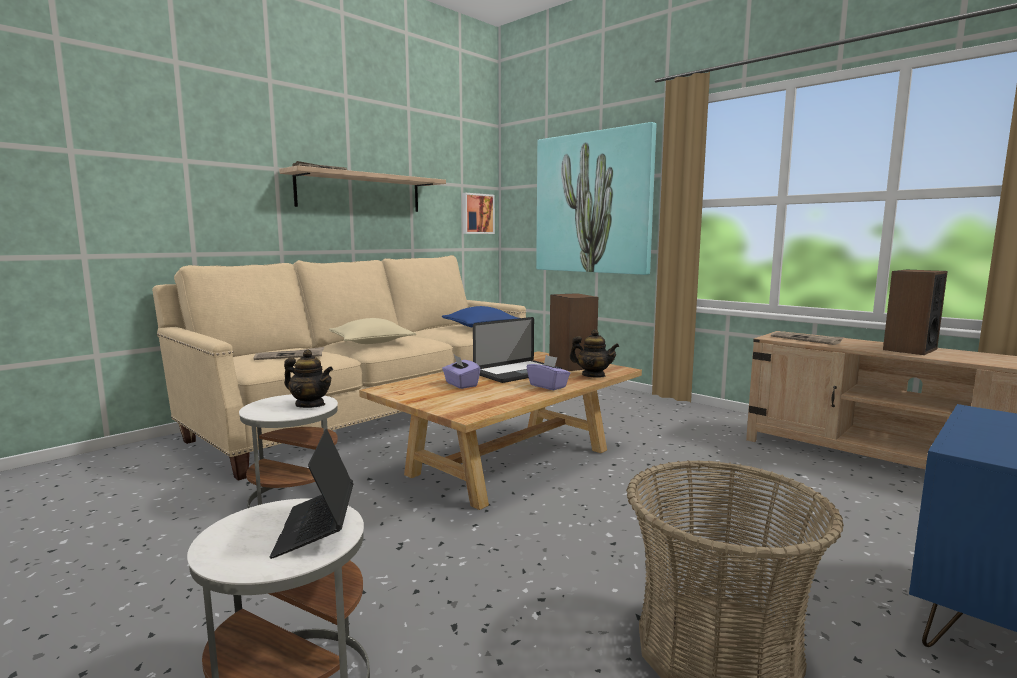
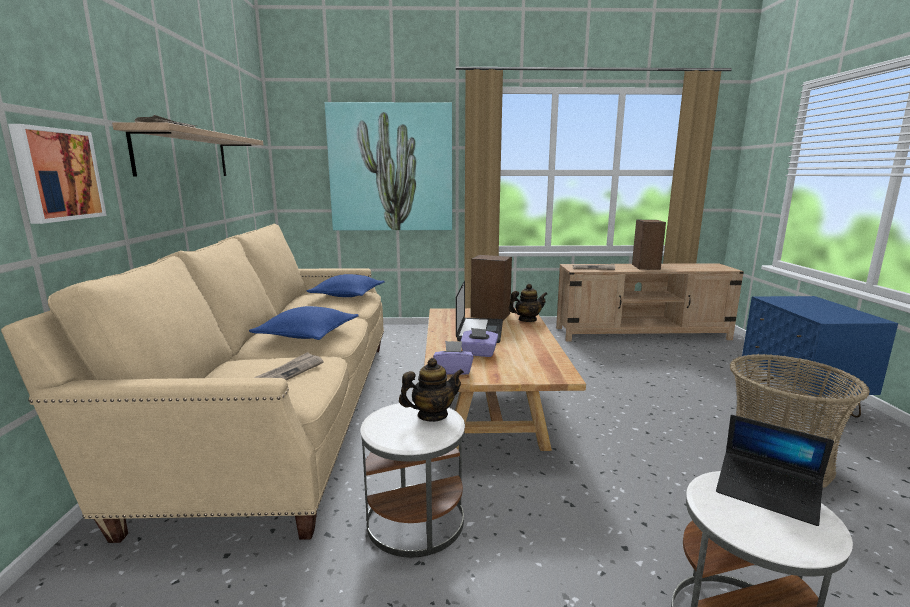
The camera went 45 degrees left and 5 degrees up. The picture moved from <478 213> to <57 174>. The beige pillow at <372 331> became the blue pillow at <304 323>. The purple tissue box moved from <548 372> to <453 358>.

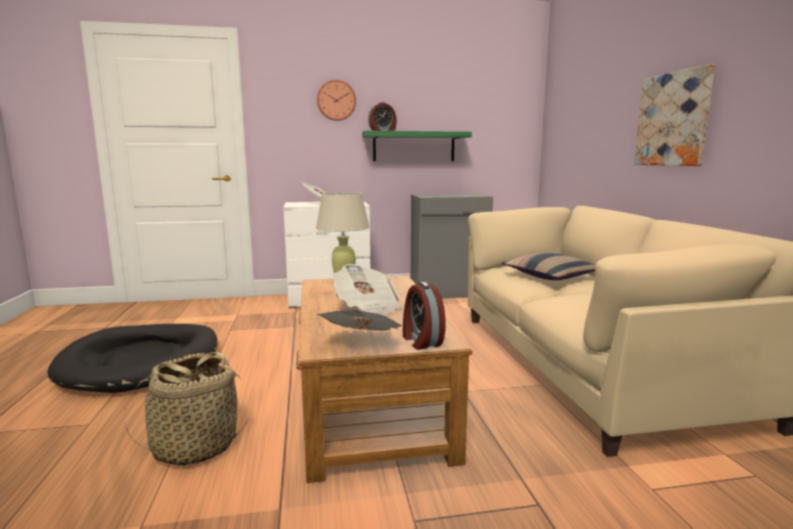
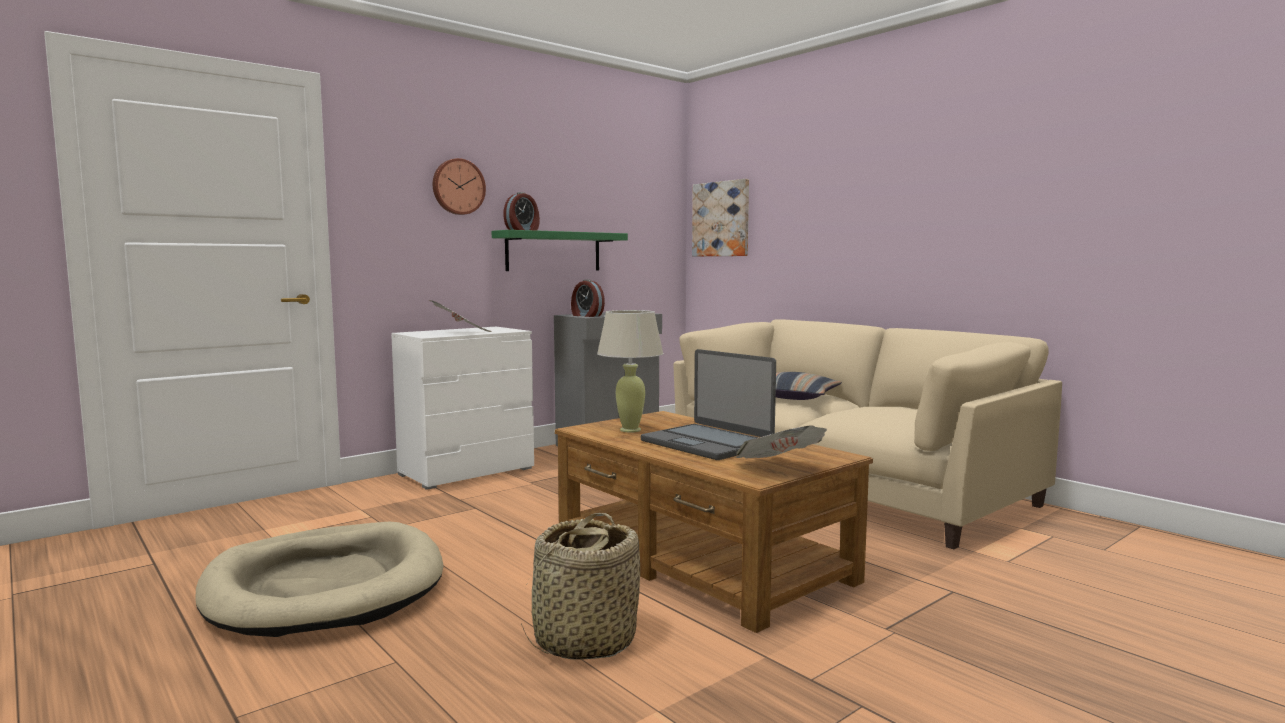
The camera went 30 degrees left and 5 degrees down. The picture moved from <674 115> to <720 217>. The newspaper at <367 290> was replaced by the laptop at <708 404>. The alarm clock moved from <424 316> to <588 298>. The black dog bed at <133 358> became the beige dog bed at <319 579>.

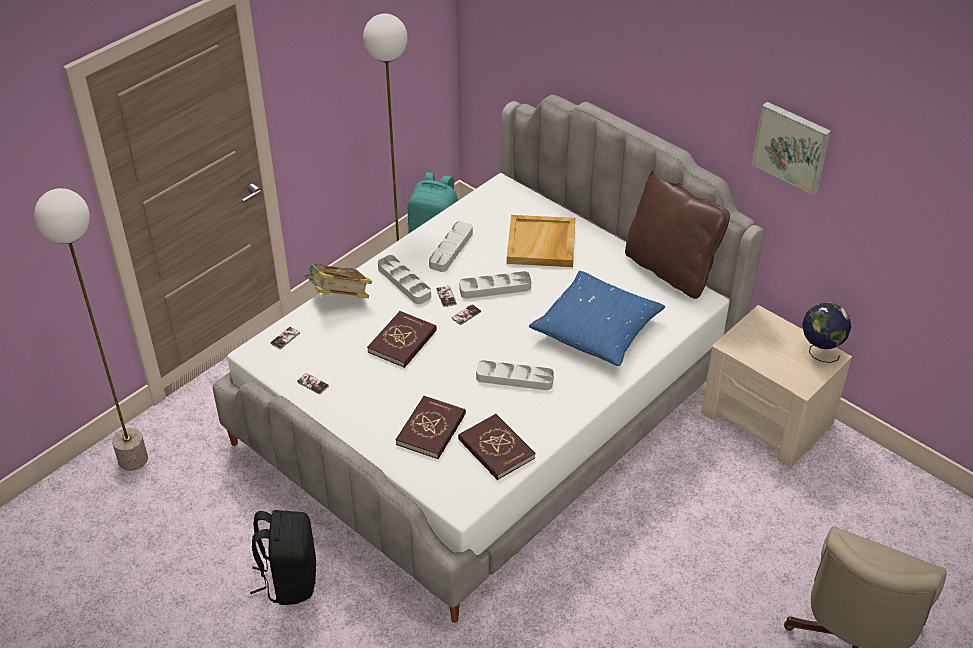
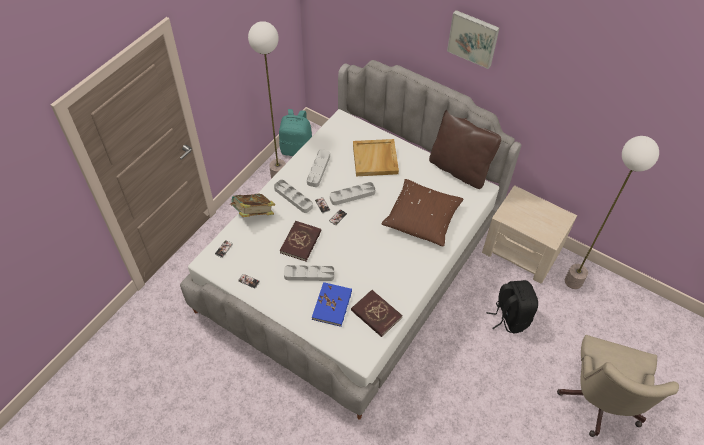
The camera went 10 degrees left and 10 degrees up. The picture moved from <791 148> to <473 39>. The floor lamp moved from <91 329> to <612 212>. The blue pillow at <597 318> became the brown pillow at <422 213>. The globe at <826 332> disappeared. The grey tray moved from <515 375> to <309 273>. The red book at <430 427> became the blue book at <332 304>. The black backpack moved from <283 557> to <512 306>.

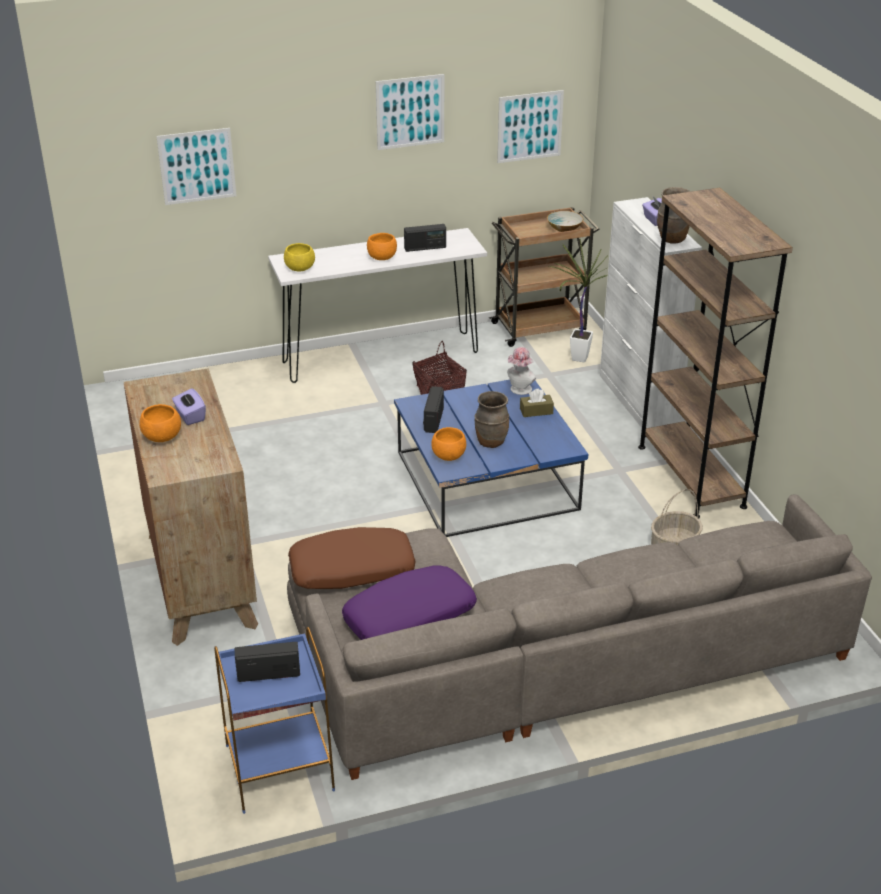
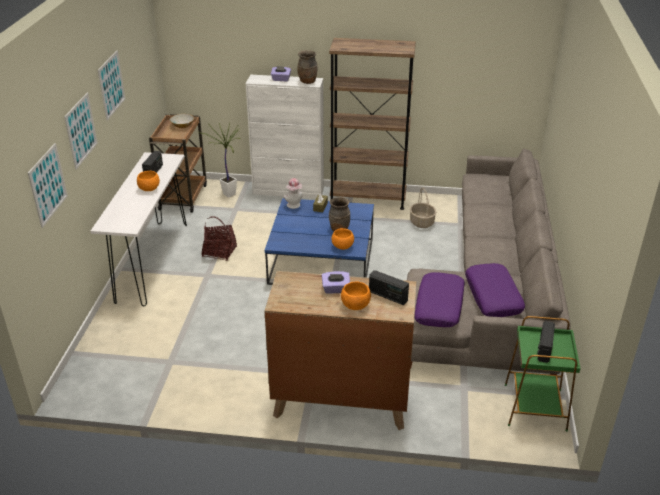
The camera went 65 degrees left and 0 degrees up. The picture moved from <530 126> to <81 131>. The yellow bowl at <299 257> disappeared. The radio moved from <433 409> to <389 287>. The brown pillow at <352 558> became the purple pillow at <439 299>. The blue side table at <274 720> became the green side table at <543 374>.

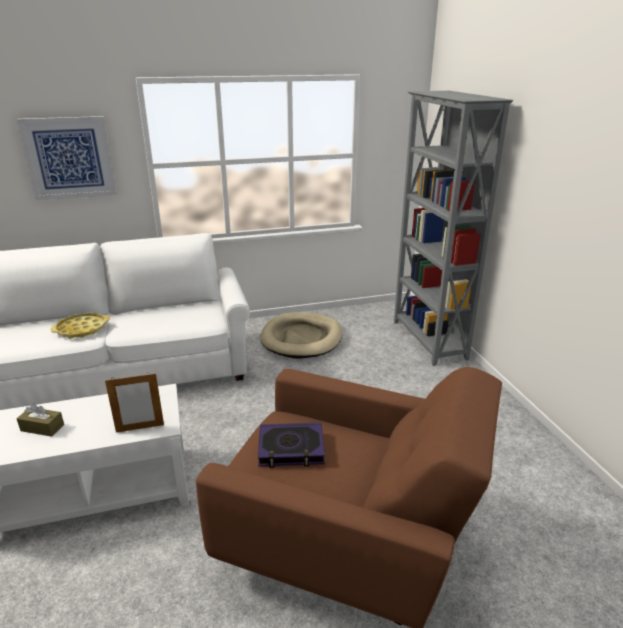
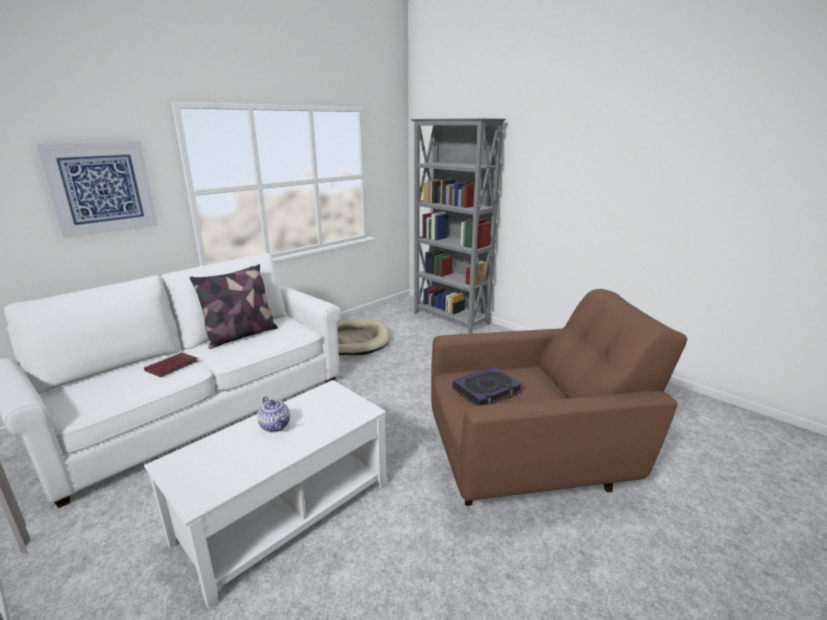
The camera went 30 degrees left and 5 degrees down. The yellow tray at <80 325> was replaced by the red book at <171 365>. The picture frame at <134 402> disappeared. The brown tissue box at <40 420> disappeared. The pillow at <234 306> appeared. The teapot at <273 414> appeared.

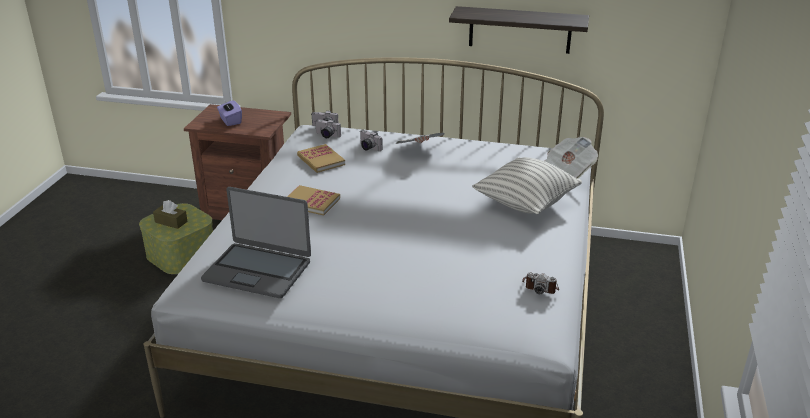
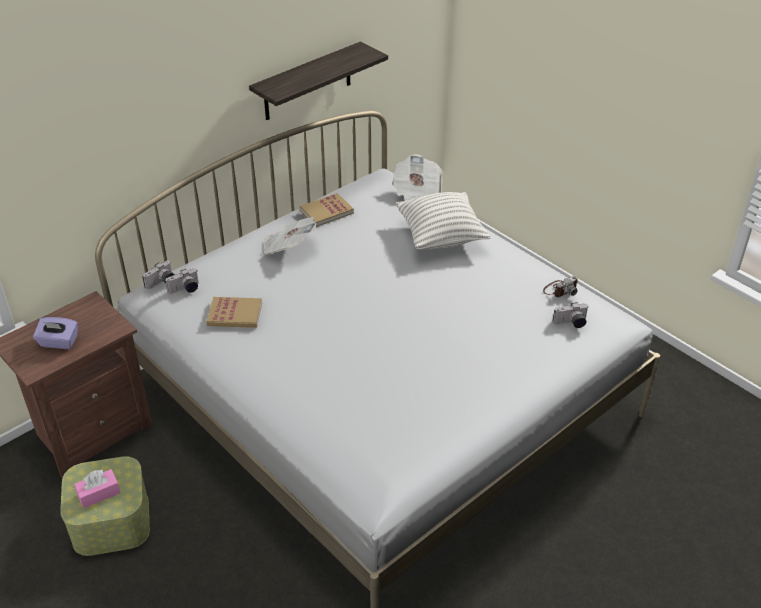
The camera went 55 degrees left and 10 degrees up. The photo camera moved from <371 140> to <571 315>. The book moved from <313 200> to <327 210>. The laptop at <256 242> disappeared. The brown tissue box at <170 214> became the pink tissue box at <97 488>.

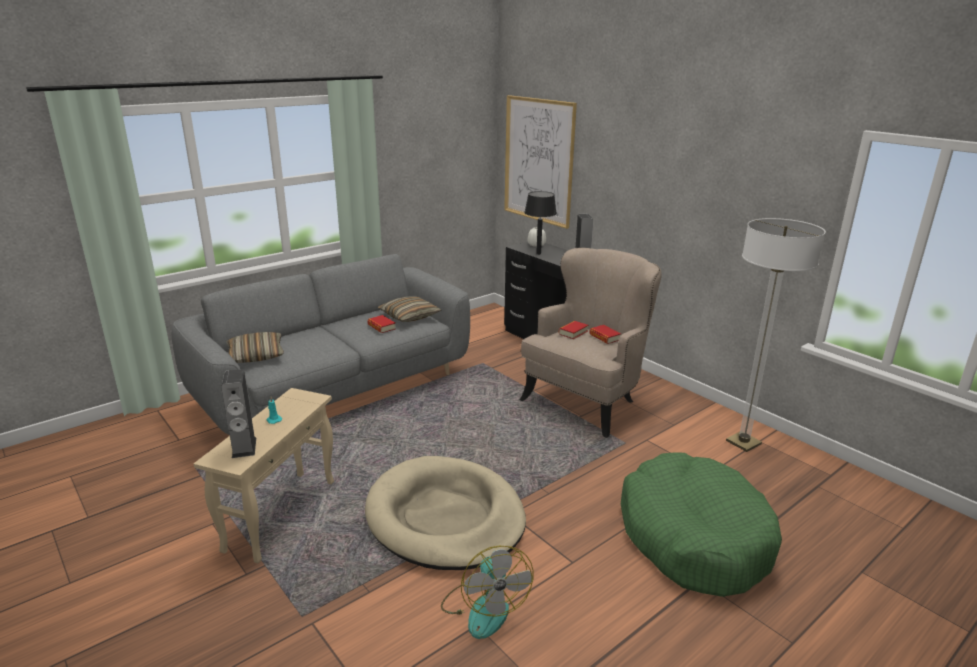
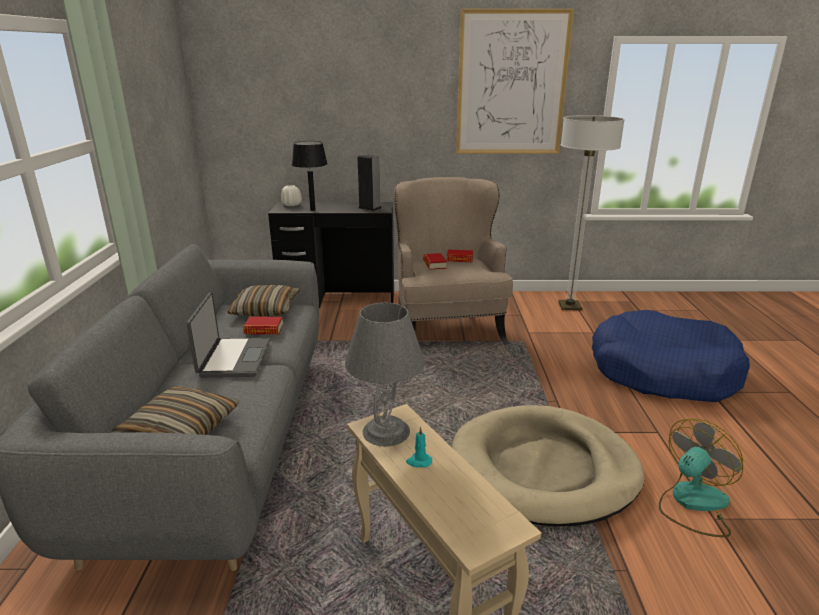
The camera went 50 degrees left and 0 degrees up. The picture moved from <540 162> to <515 81>. The speaker at <238 413> disappeared. The green dog bed at <701 524> became the blue dog bed at <671 356>. The fan at <487 592> turned 60 degrees counterclockwise. The laptop at <228 335> appeared. The grey table lamp at <385 374> appeared.

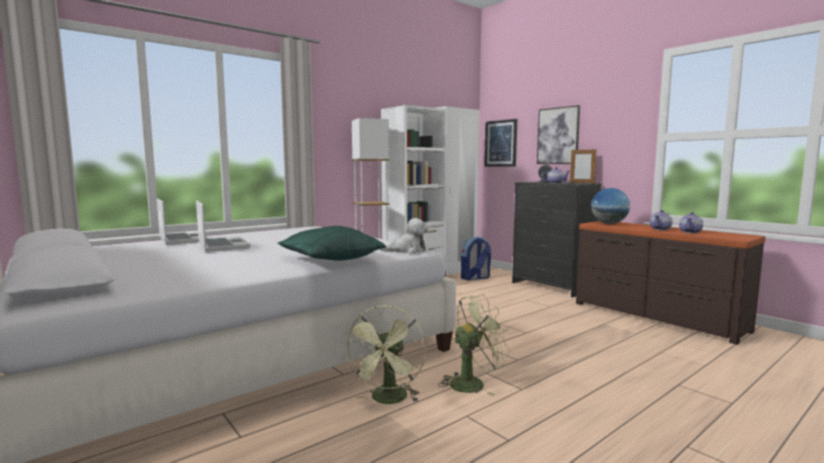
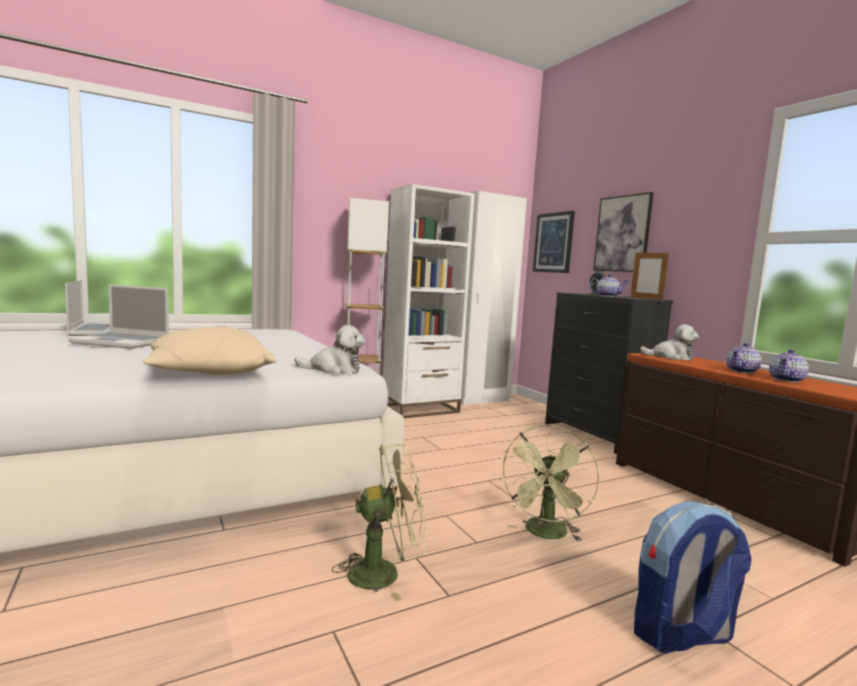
The camera went 10 degrees right and 0 degrees up. The globe at <610 206> was replaced by the plush toy at <669 342>. The laptop at <223 226> turned 120 degrees clockwise. The green pillow at <332 243> became the beige pillow at <209 350>. The backpack moved from <476 259> to <693 577>. The green fan moved from <385 354> to <549 483>.

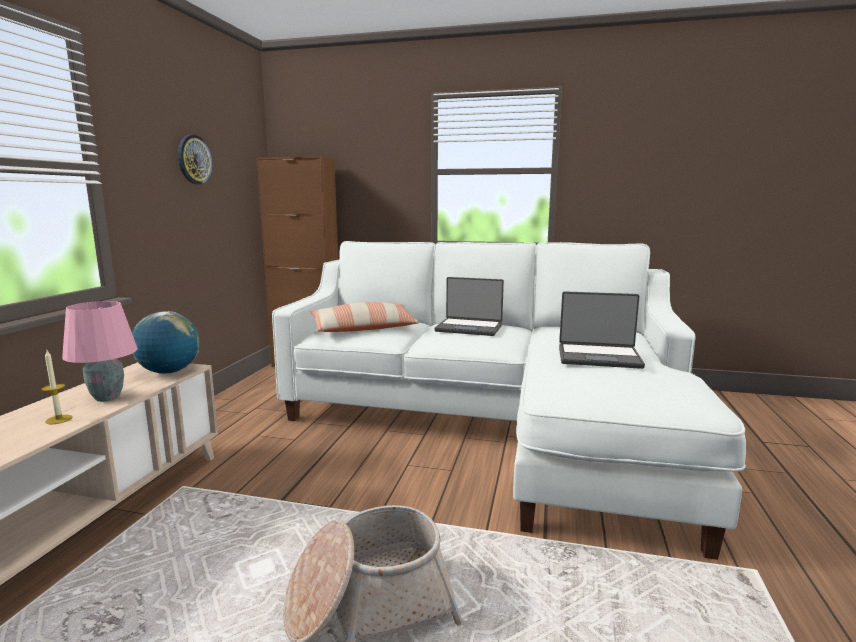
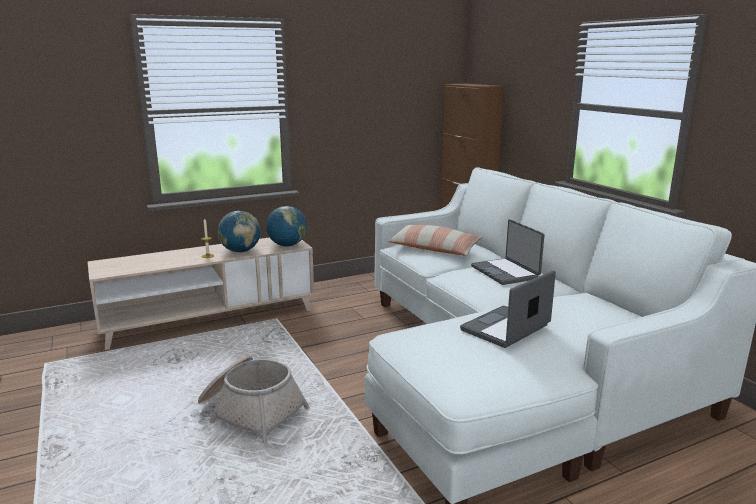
The camera went 50 degrees right and 5 degrees up. The wall clock at <195 159> disappeared. The laptop at <602 330> turned 75 degrees clockwise. The pink table lamp at <100 351> was replaced by the globe at <239 232>.

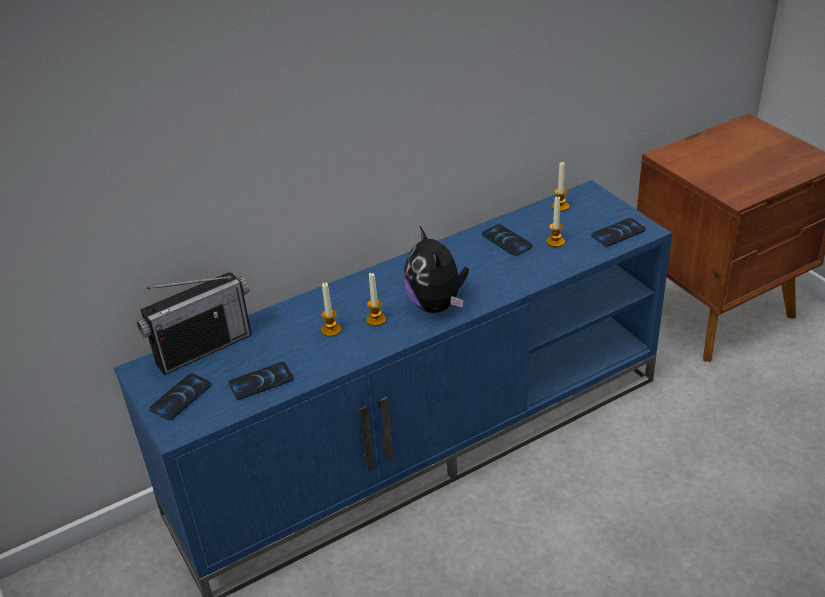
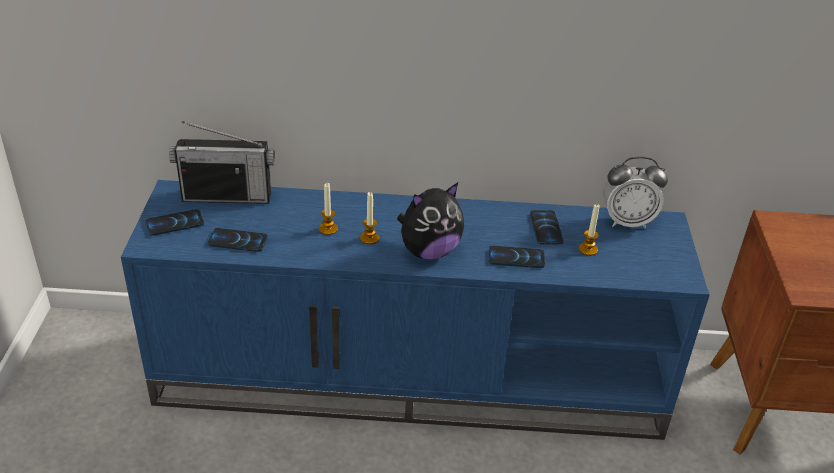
The camera went 30 degrees right and 0 degrees up. The candle at <560 186> was replaced by the alarm clock at <635 192>. The phone moved from <618 232> to <517 257>. The plush toy at <436 269> turned 135 degrees counterclockwise.

